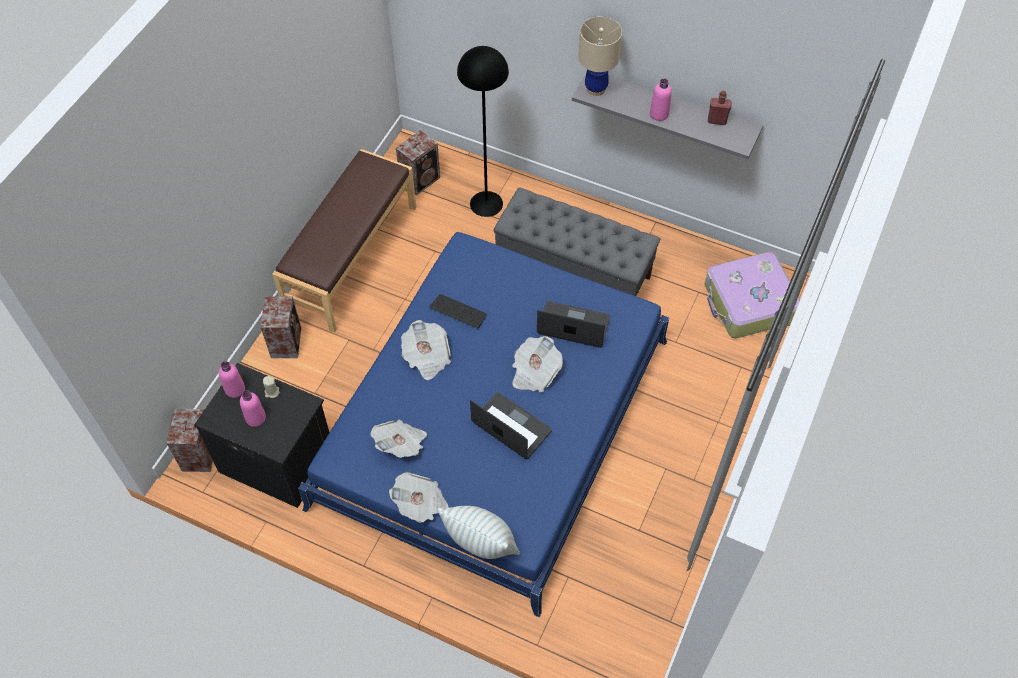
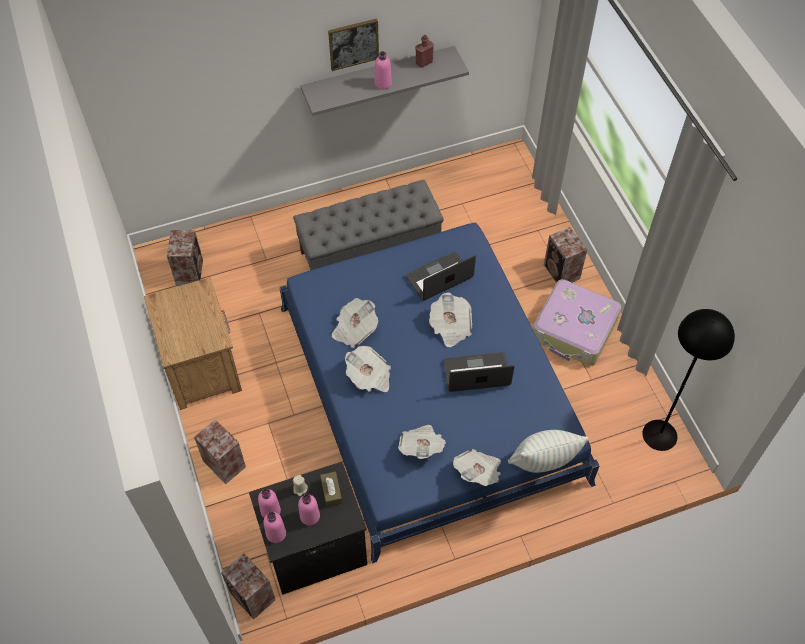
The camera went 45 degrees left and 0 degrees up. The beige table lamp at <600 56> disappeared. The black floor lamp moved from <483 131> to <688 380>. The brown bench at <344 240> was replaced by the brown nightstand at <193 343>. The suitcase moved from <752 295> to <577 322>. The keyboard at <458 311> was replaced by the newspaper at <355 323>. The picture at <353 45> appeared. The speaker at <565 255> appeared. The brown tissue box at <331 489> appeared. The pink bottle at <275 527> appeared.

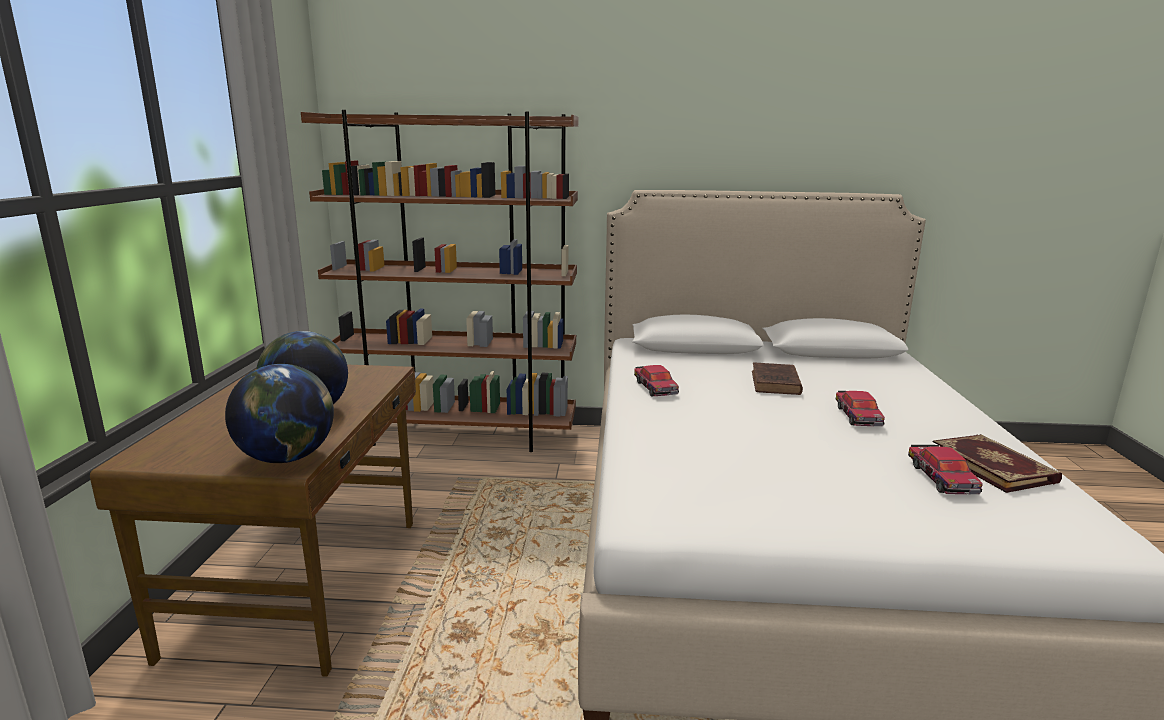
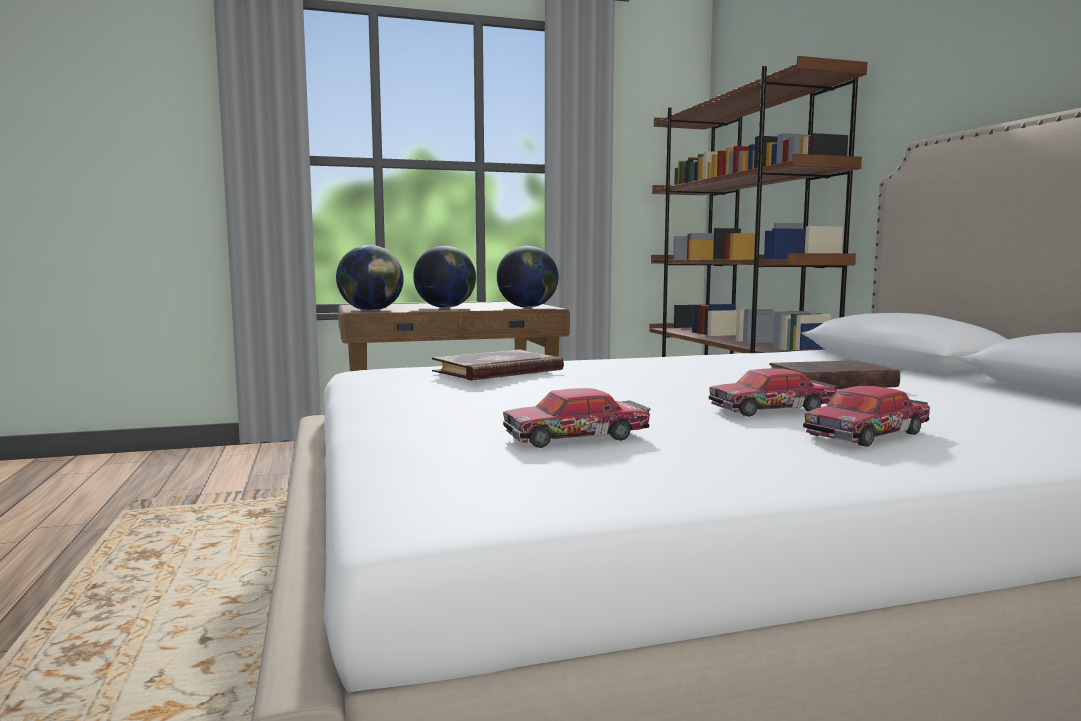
The camera went 70 degrees right and 10 degrees down. The toy car moved from <656 380> to <866 416>. The book moved from <997 463> to <498 365>. The globe at <527 277> appeared.

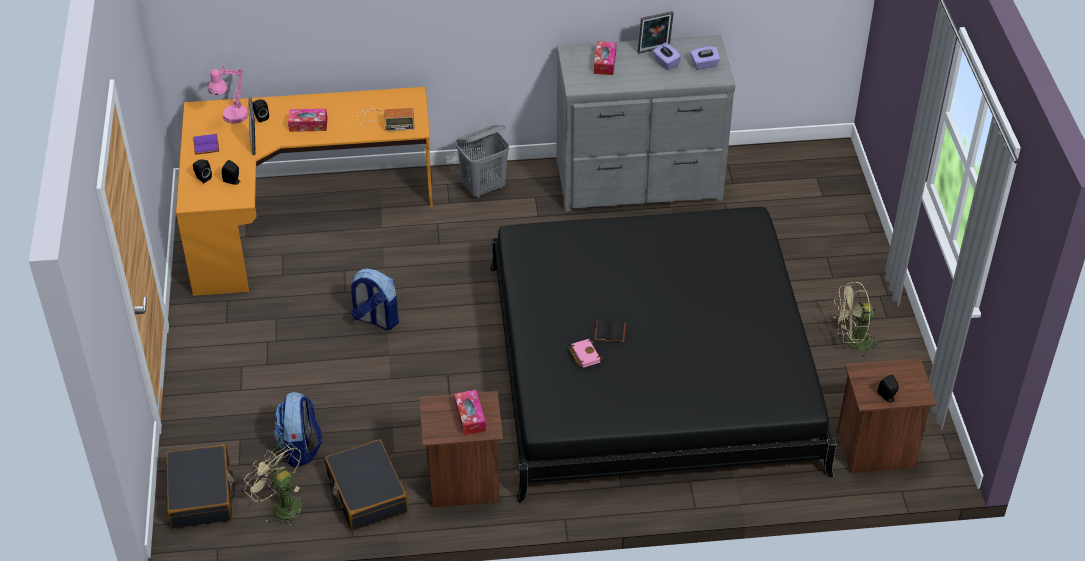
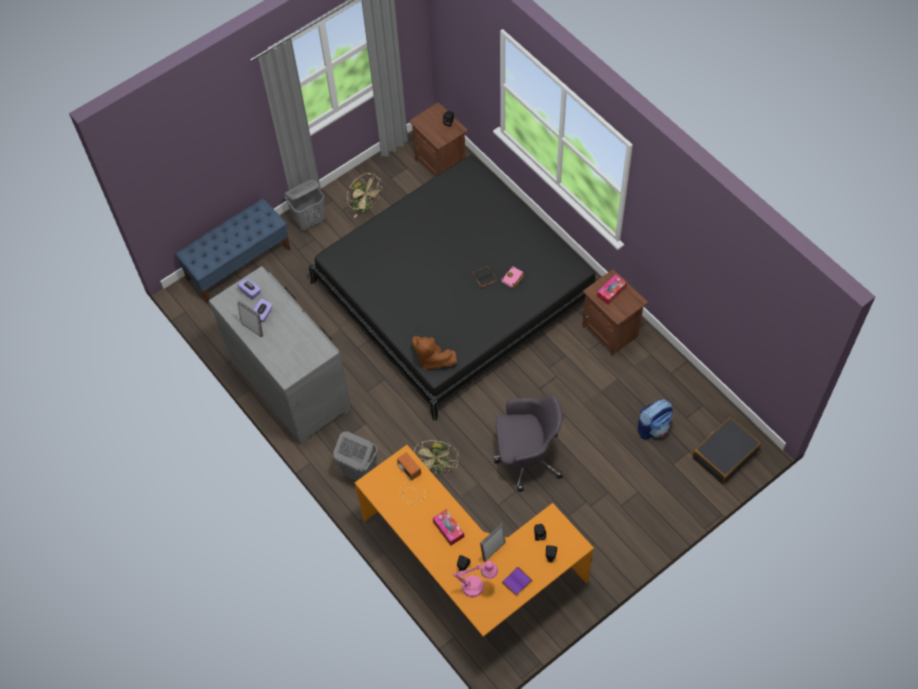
The camera went 120 degrees left and 15 degrees up. The tissue box at <605 58> disappeared. The backpack at <374 299> was replaced by the grey office chair at <528 444>. The black suitcase at <366 485> disappeared. The beige fan moved from <273 485> to <436 457>. The grey laundry basket at <305 205> appeared. The blue bench at <232 250> appeared. The brown plush toy at <434 353> appeared.

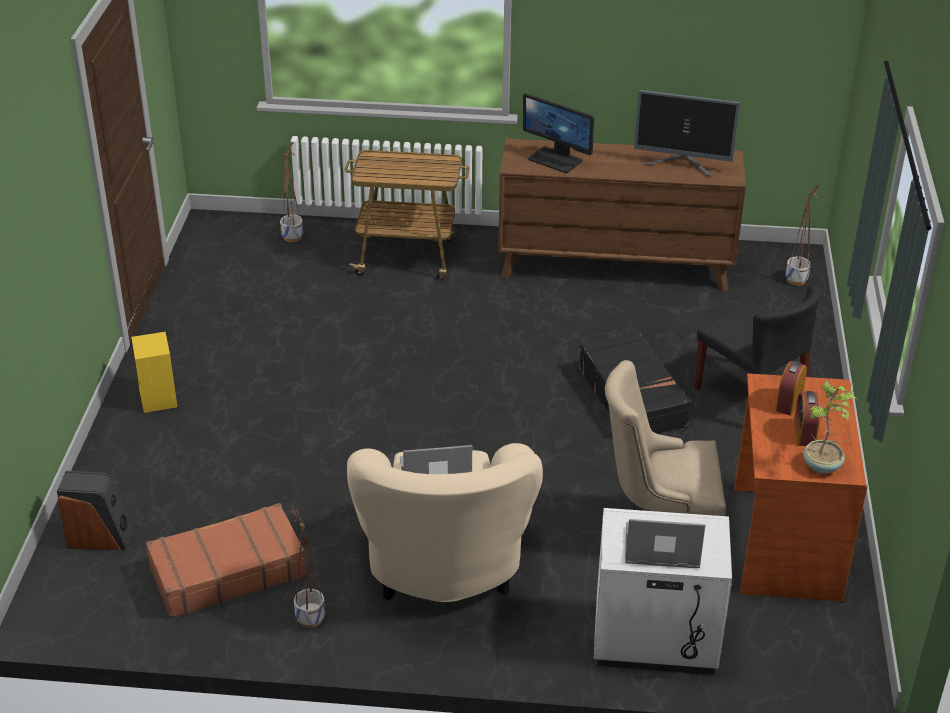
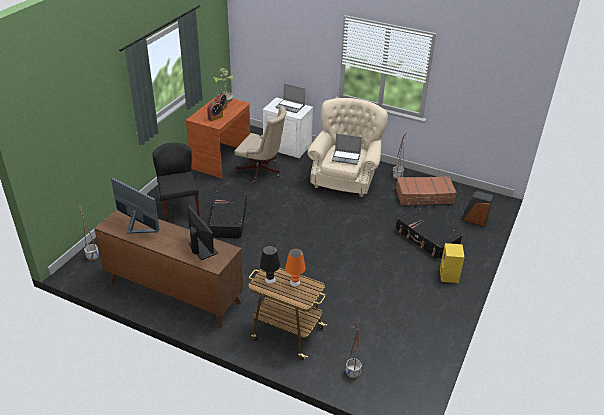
The camera went 160 degrees left and 0 degrees up. The black suitcase at <429 233> appeared. The black table lamp at <270 265> appeared. The orange table lamp at <295 267> appeared.

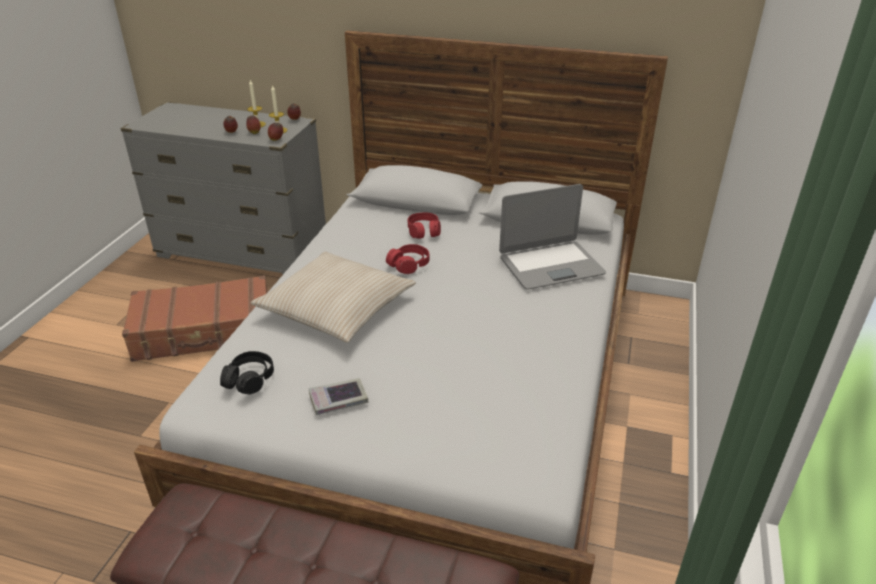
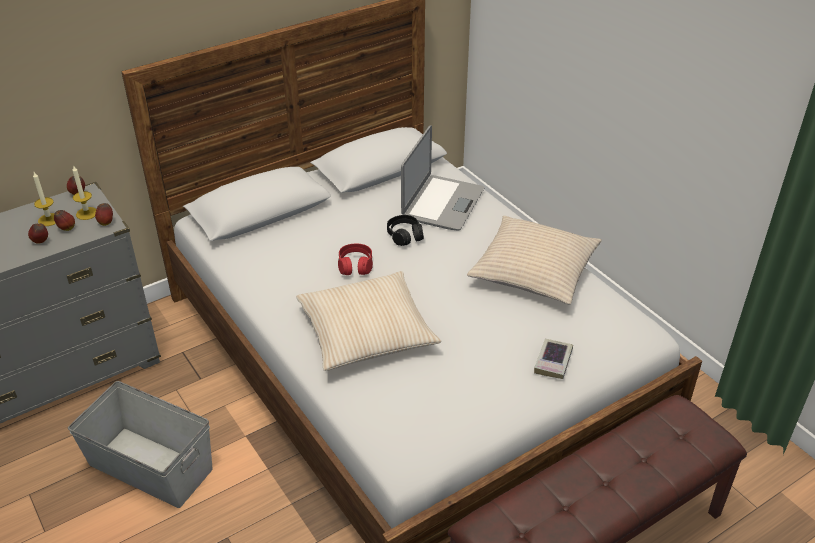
The camera went 50 degrees left and 5 degrees up. The red headphones at <424 225> disappeared. The brown suitcase at <195 318> was replaced by the grey storage box at <140 444>. The black headphones moved from <247 372> to <405 230>. The book moved from <338 396> to <553 359>. The beige pillow at <534 260> appeared.

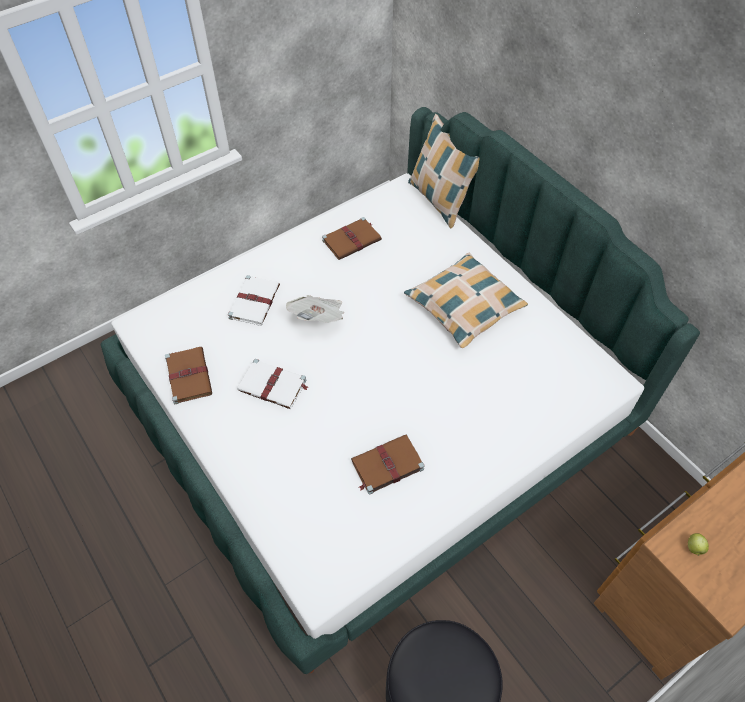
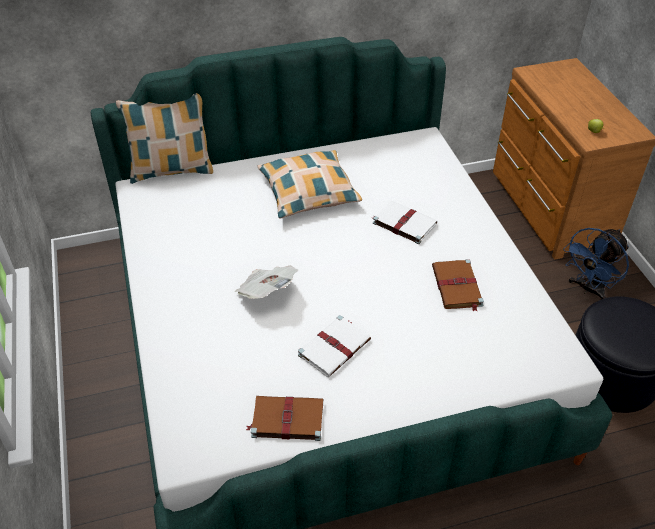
The camera went 70 degrees left and 10 degrees down. The brown book at <352 238> disappeared. The white book moved from <254 300> to <405 222>. The blue fan at <596 263> appeared.

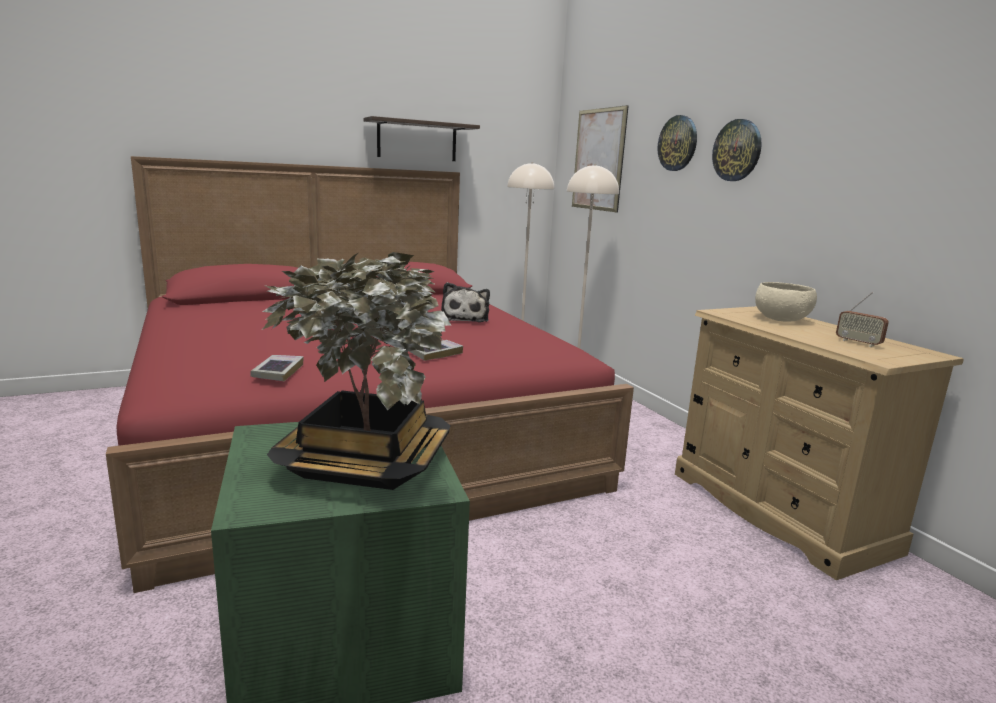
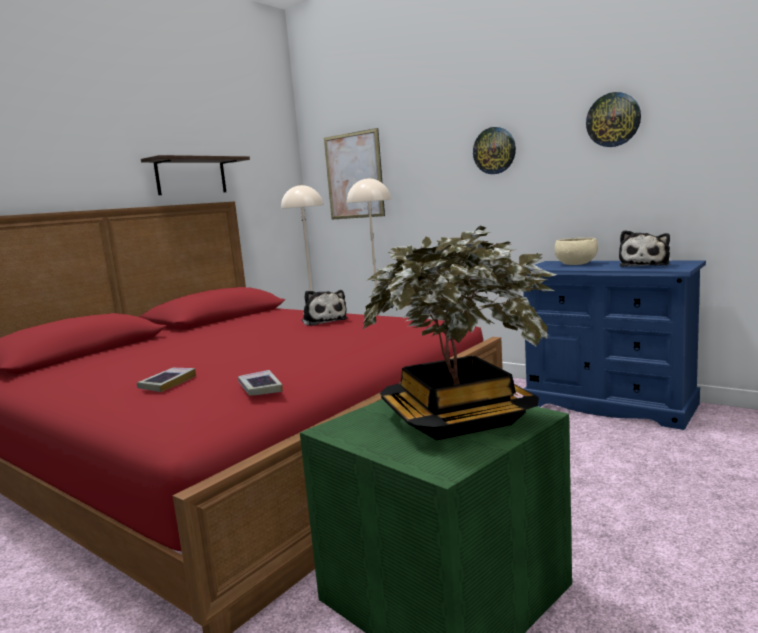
The camera went 25 degrees left and 5 degrees down. The wall clock moved from <677 143> to <613 119>. The radio at <862 319> was replaced by the plush toy at <644 248>. The beige dresser at <819 443> became the blue dresser at <614 345>. The book moved from <436 350> to <166 380>.

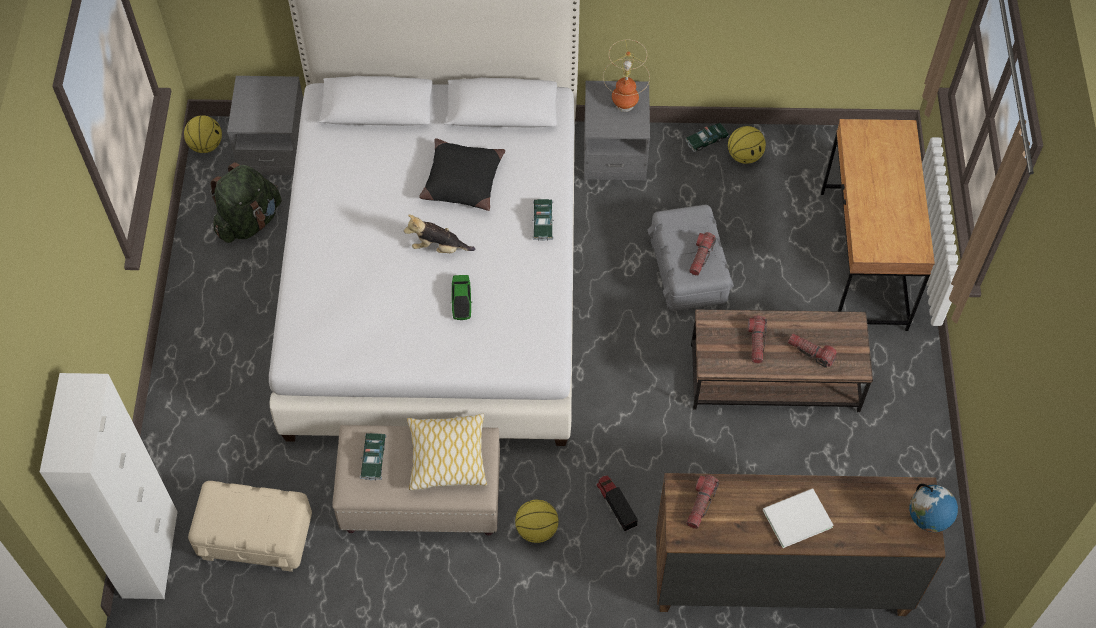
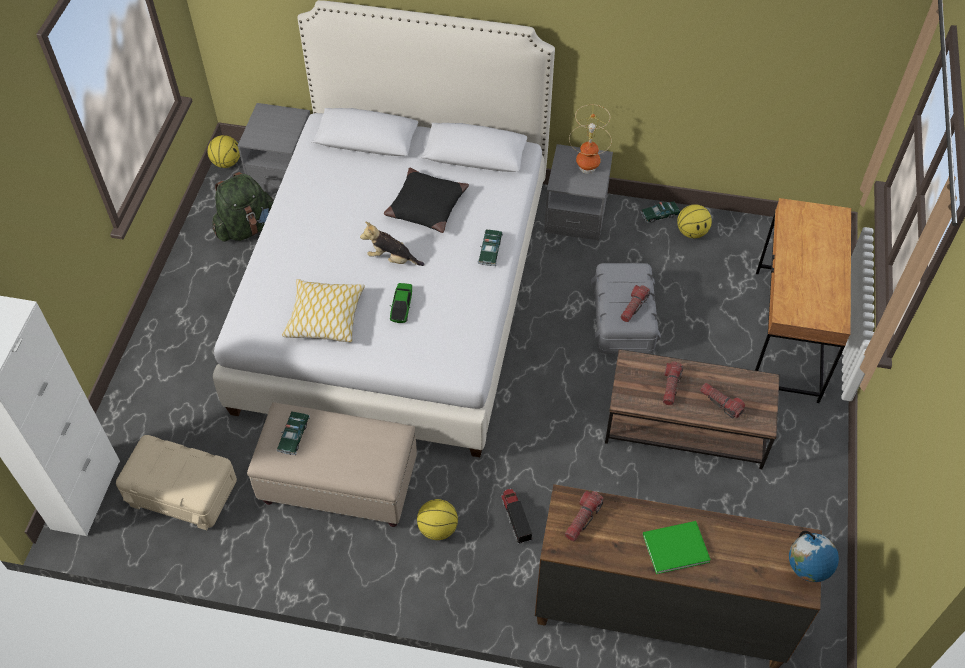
The camera went 10 degrees right and 5 degrees down. The pillow moved from <447 452> to <323 311>. The white book at <798 518> became the green book at <677 547>.

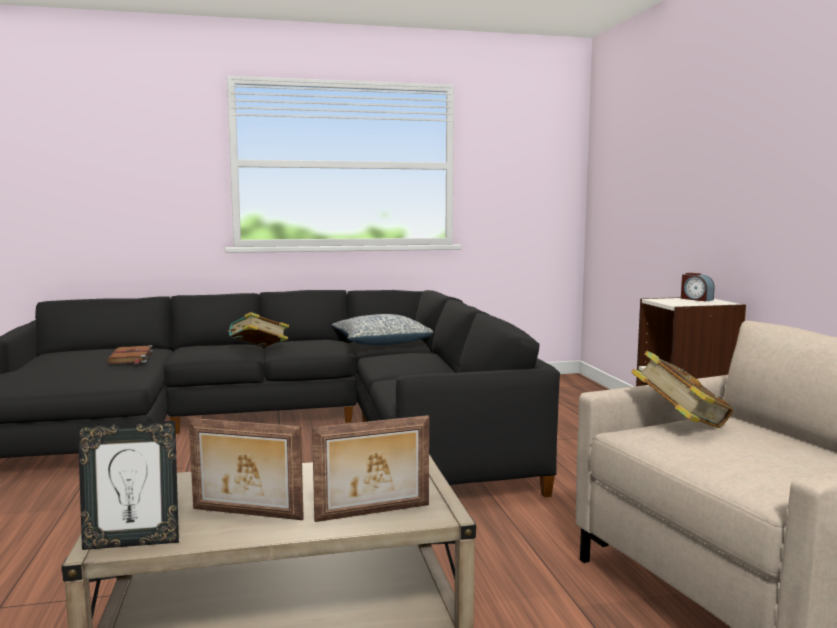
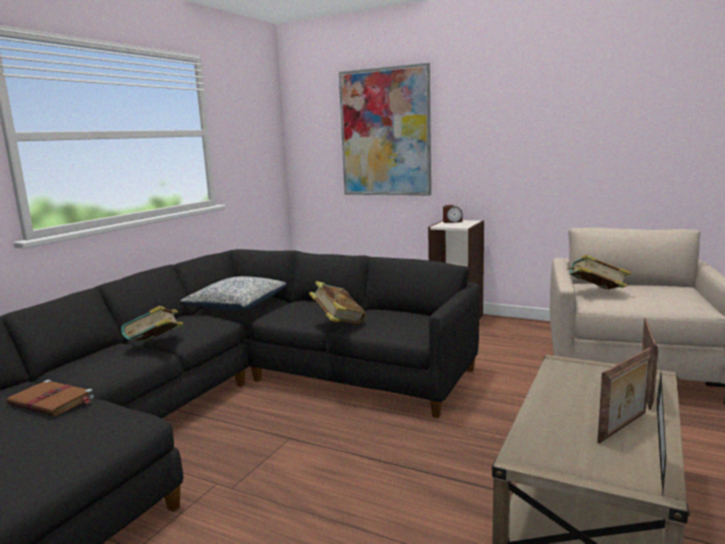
The camera went 50 degrees left and 5 degrees up. The picture at <385 129> appeared. The book at <337 302> appeared.

